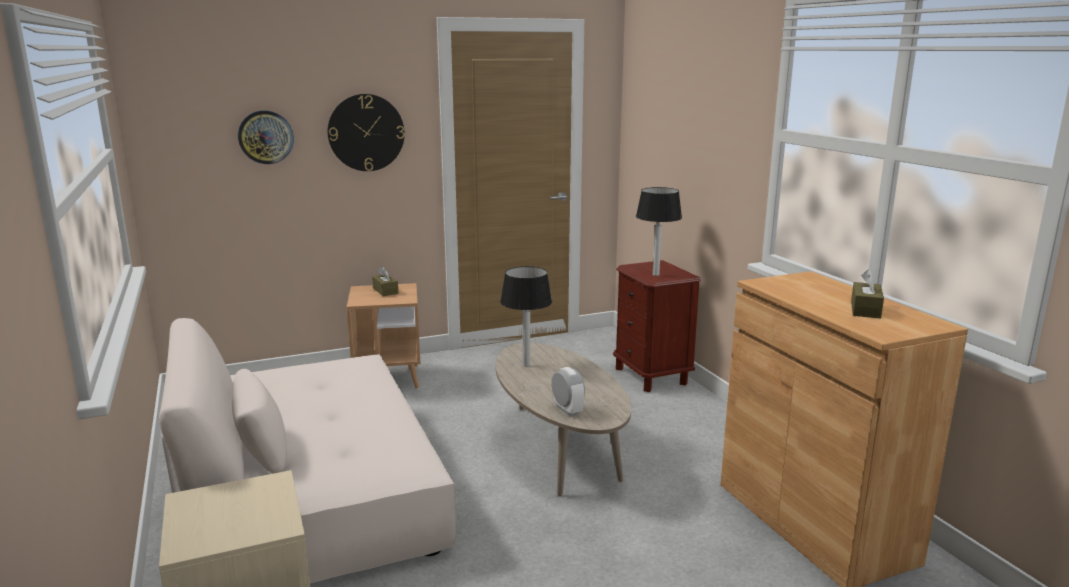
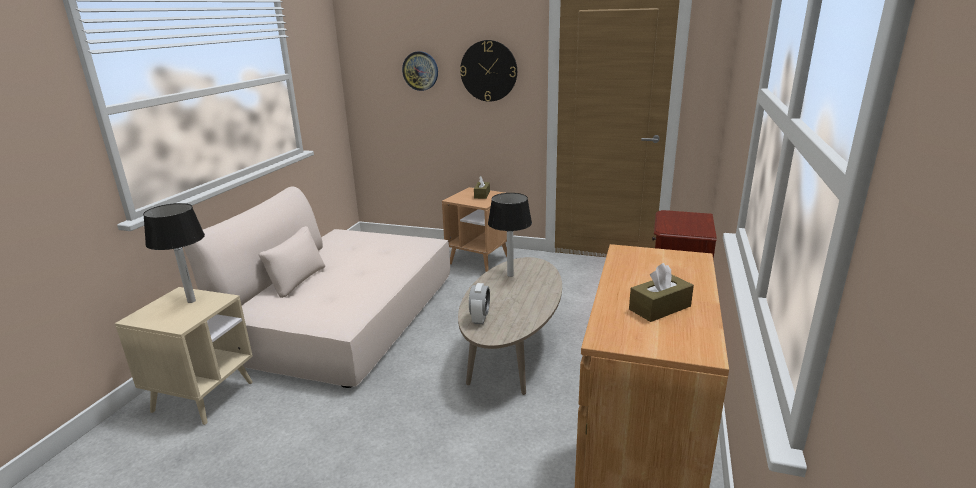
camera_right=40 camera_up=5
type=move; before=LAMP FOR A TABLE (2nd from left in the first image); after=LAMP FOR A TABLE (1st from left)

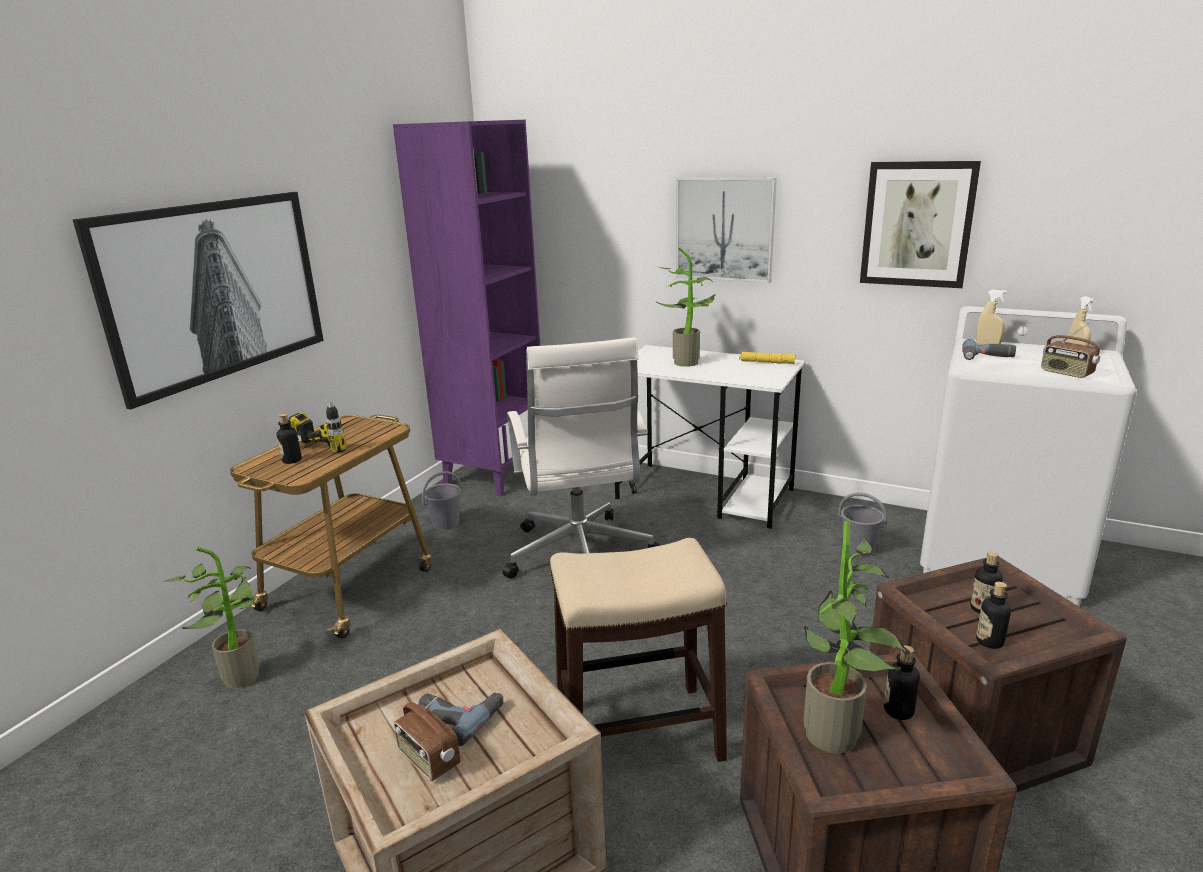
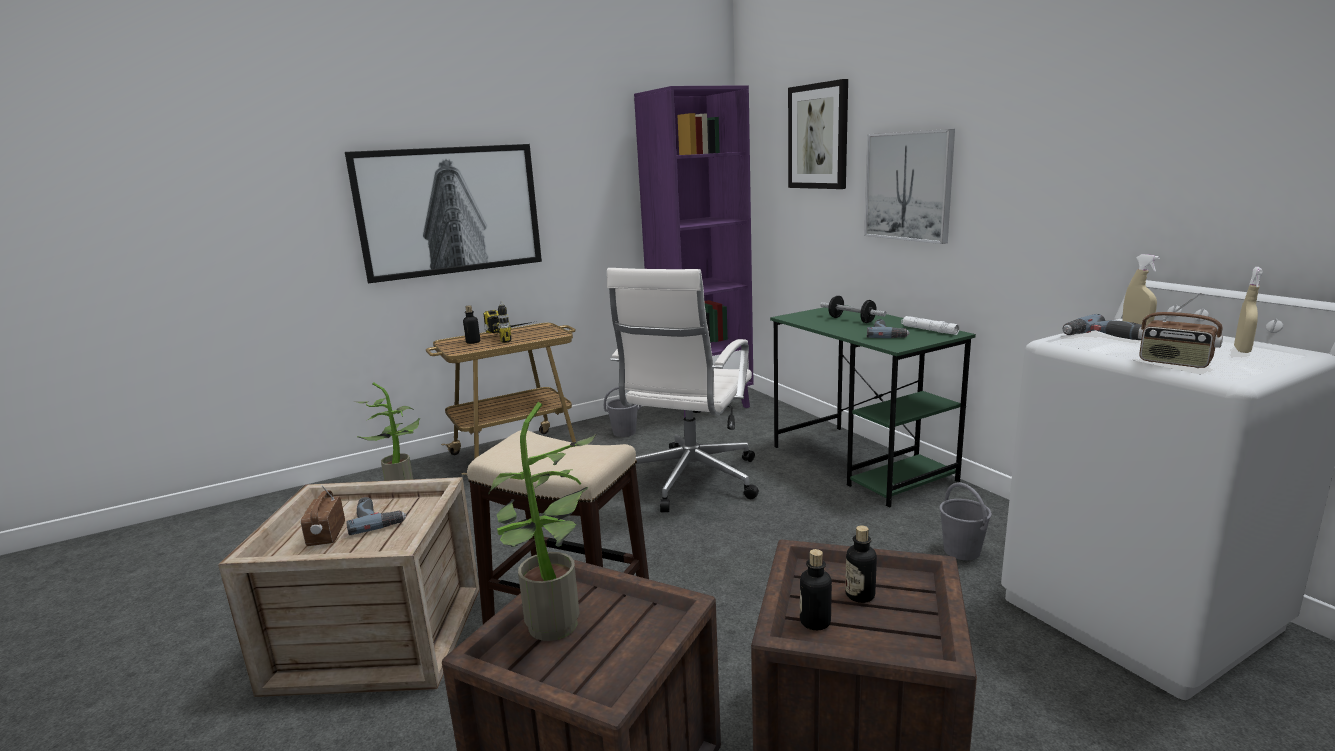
camera_right=35 camera_up=-5
type=recolor; before=WHITE-COLOURED DESK TABLE; after=GREENISH DESK TABLE
type=replace; before=POTTED PLANT (2nd from left); after=HAND WEIGHT
type=recolor; before=YELLOW-COLOURED TORCH; after=WHITE-COLOURED TORCH
type=move; before=PICTURE (3rd from left in the first image); after=PICTURE (2nd from left)
type=delete; before=BEVERAGE BOTTLE (2nd from left)
type=rotate; before=RADIO RECEIVER (2nd from left); turn=-45
type=insert; after=POWER DRILL (3rd from left)

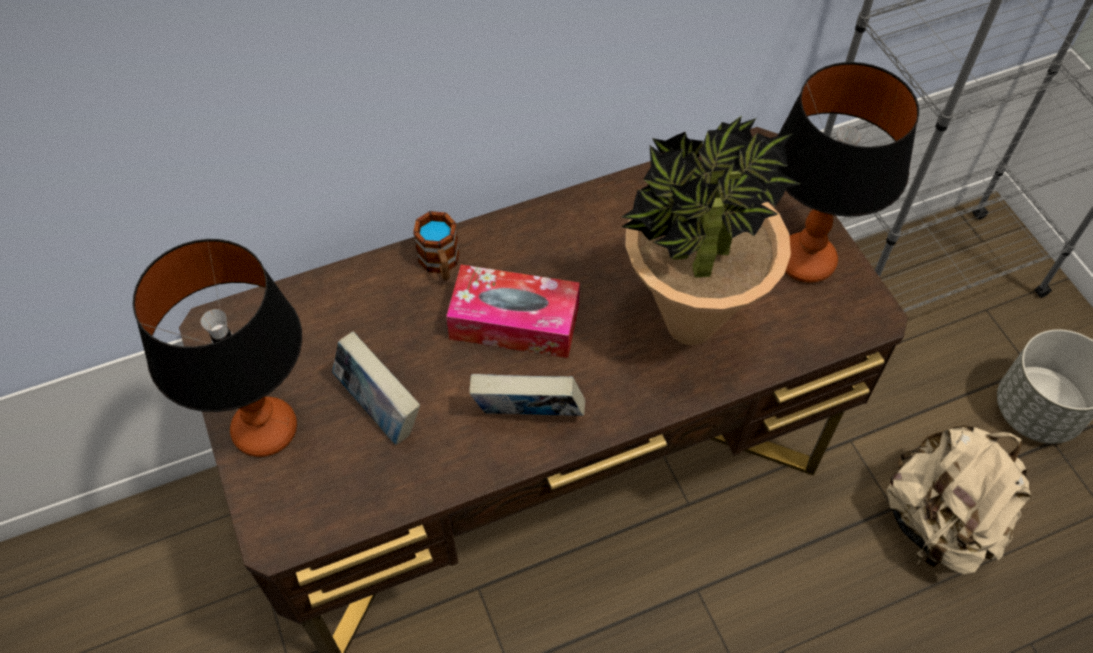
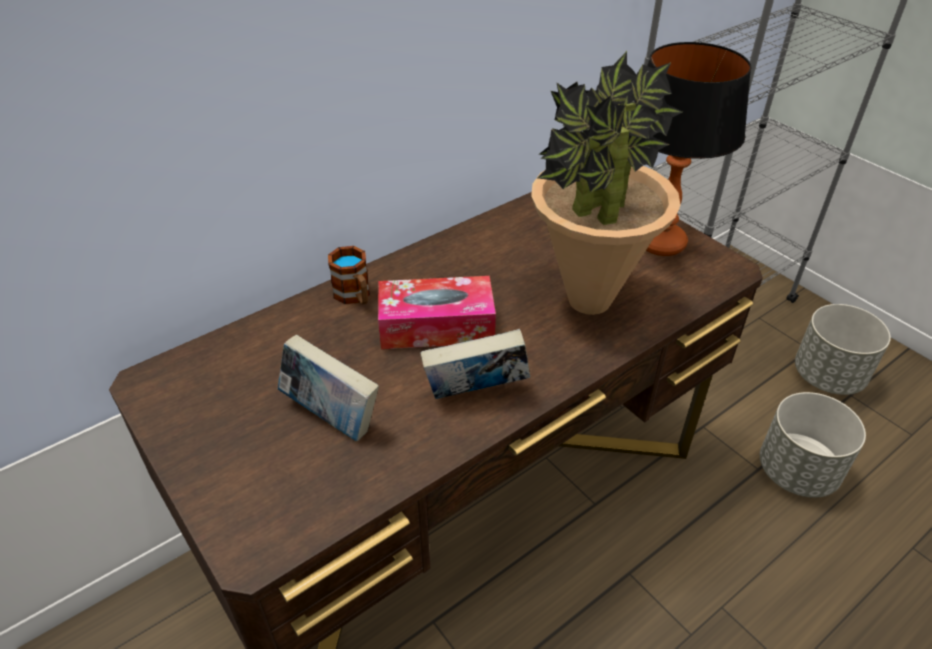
camera_right=-15 camera_up=-15
type=delete; before=LAMP FOR A TABLE (1st from left)
type=replace; before=BEIGE-COLOURED RUCKSACK; after=GREYISH PLANTER (1st from left)

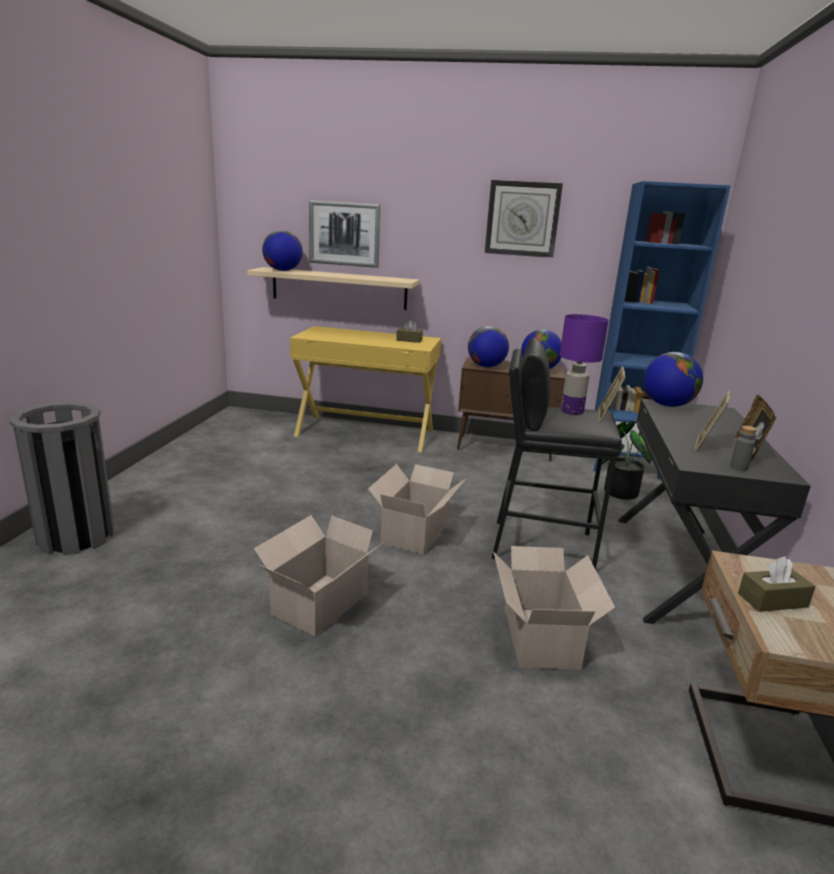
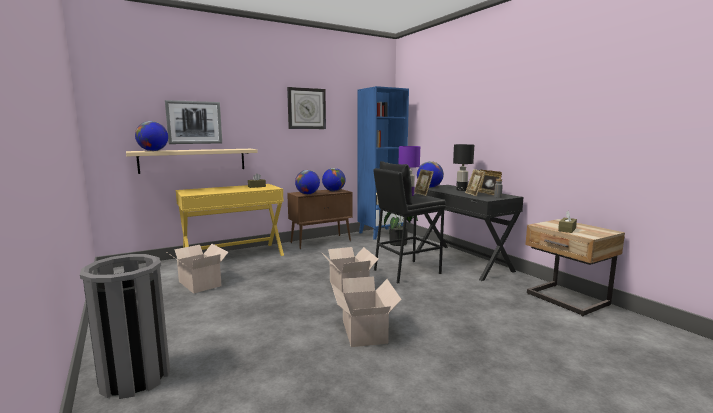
camera_right=-40 camera_up=-10
type=move; before=CARTON (3rd from left in the first image); after=CARTON (1st from left)
type=insert; after=BLACKISH LAMP FOR A TABLE

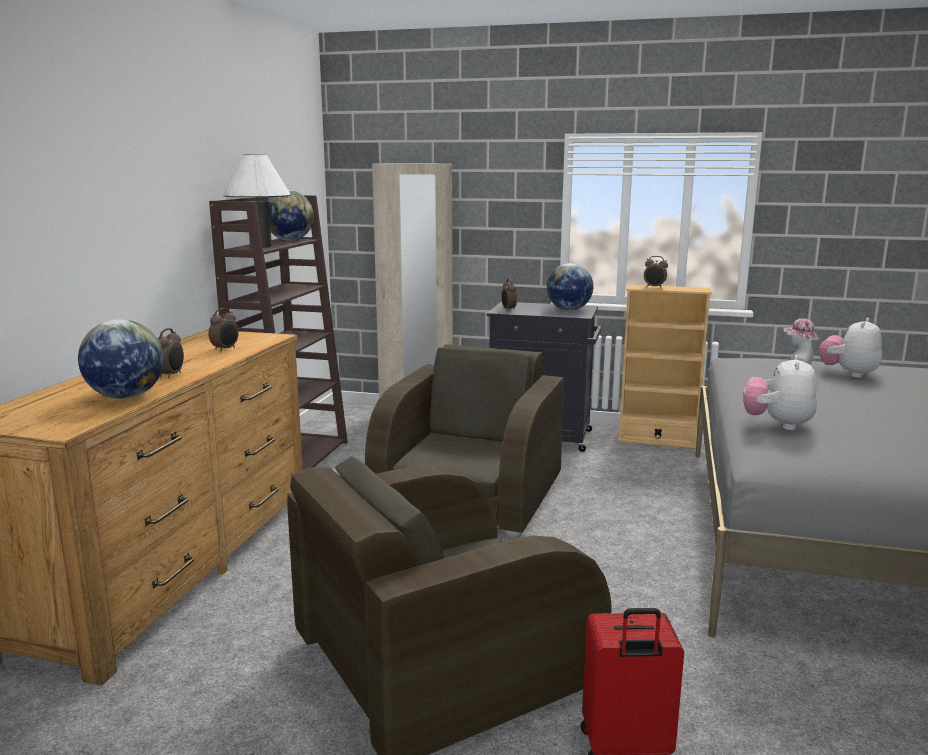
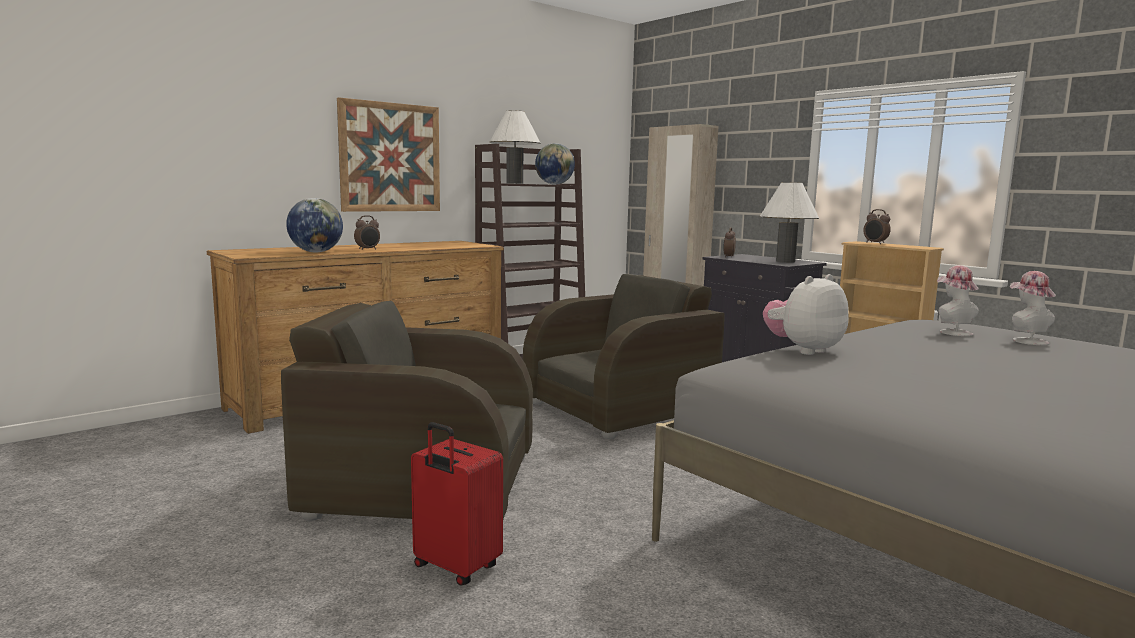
camera_right=35 camera_up=-5
type=delete; before=TABLE CLOCK (2nd from left)
type=replace; before=WORLD GLOBE (3rd from left); after=WHITE-COLOURED LAMP FOR A TABLE (2nd from left)
type=replace; before=PLUSH TOY (2nd from left); after=CLOTHING HAT (2nd from left)
type=insert; after=PICTURE

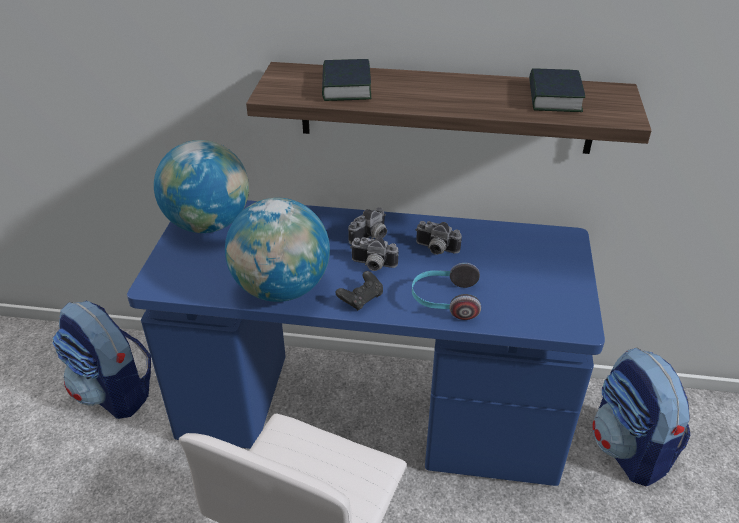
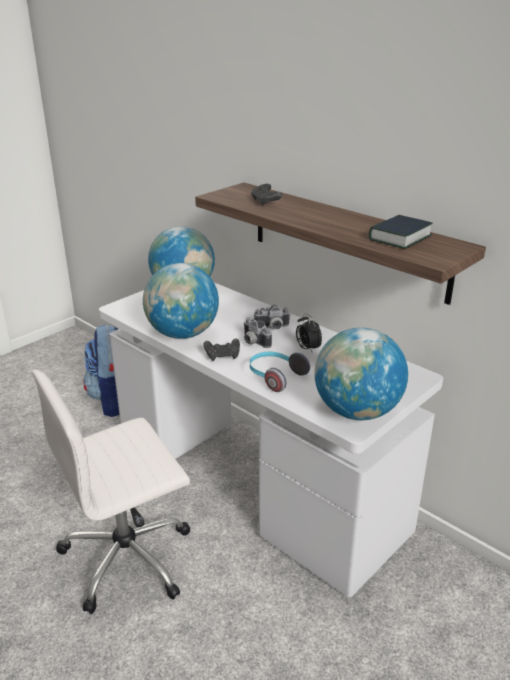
camera_right=35 camera_up=-10
type=recolor; before=BLUISH DESK TABLE; after=WHITE-COLOURED DESK TABLE
type=replace; before=VOLUME (1st from left); after=BLACKISH GAME CONTROLLER (2nd from left)
type=replace; before=PHOTO CAMERA (3rd from left); after=TABLE CLOCK
type=delete; before=RUCKSACK (2nd from left)
type=insert; after=WORLD GLOBE (3rd from left)

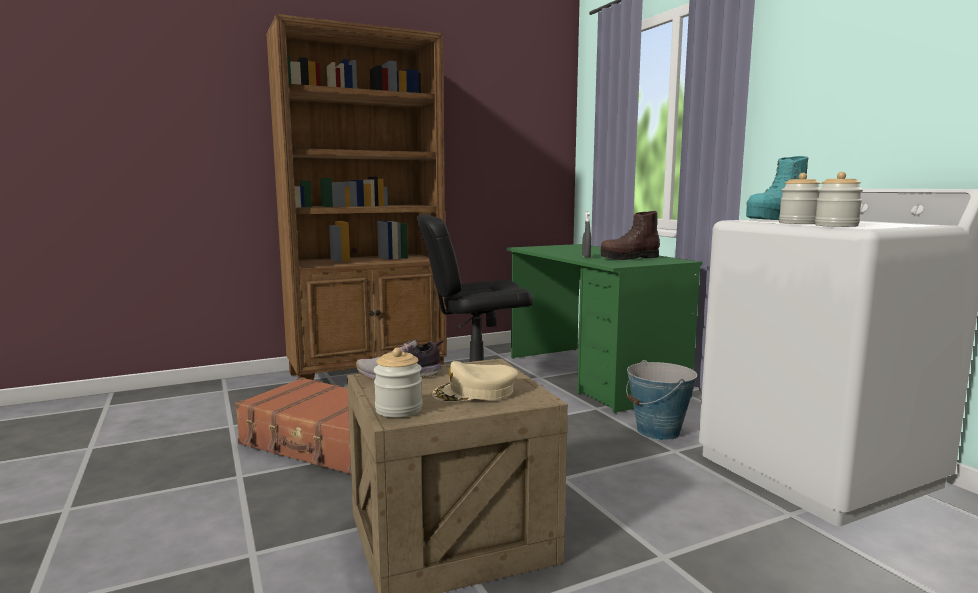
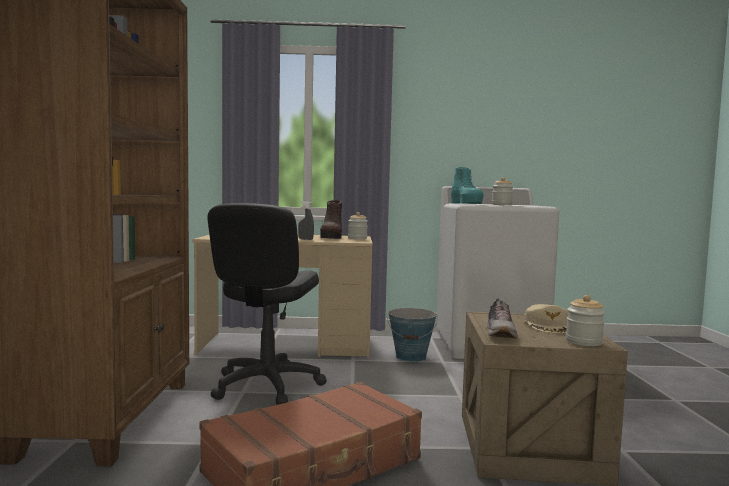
camera_right=-65 camera_up=-5
type=recolor; before=GREENISH DESK TABLE; after=BEIGE-COLOURED DESK TABLE
type=move; before=STORAGE JAR (3rd from left in the first image); after=STORAGE JAR (1st from left)

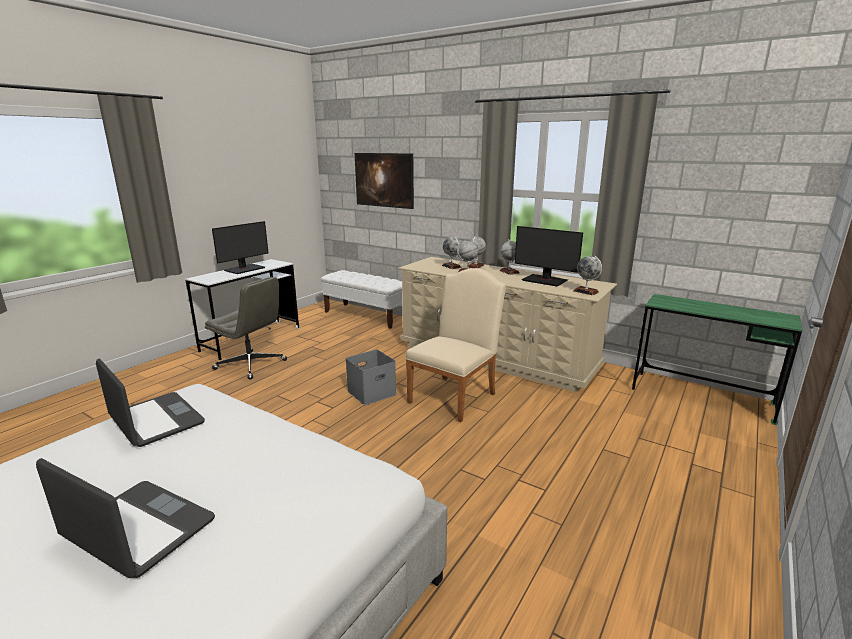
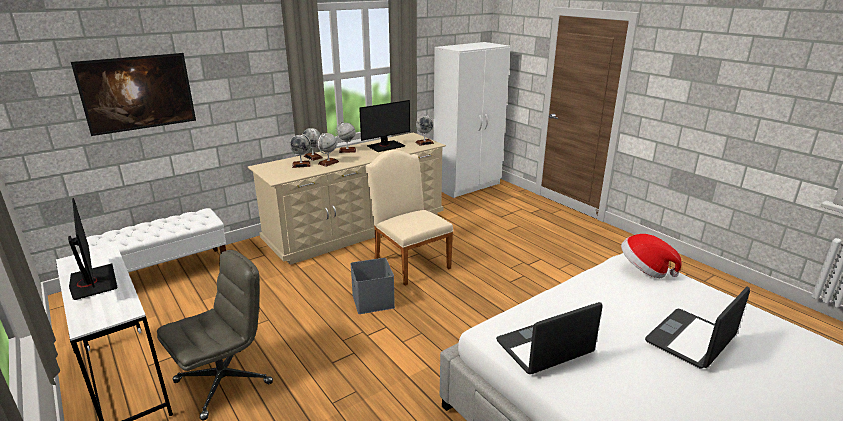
camera_right=-70 camera_up=5
type=replace; before=GREENISH DESK TABLE; after=WHITE-COLOURED WARDROBE
type=insert; after=CLOTHING HAT

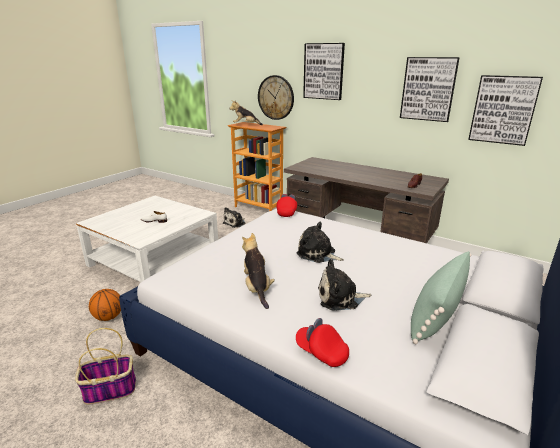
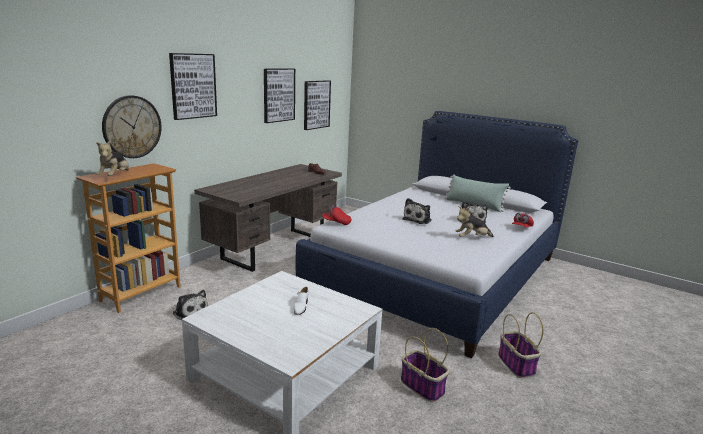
camera_right=-90 camera_up=-5
type=replace; before=BALL FOR BASKETBALL; after=STORAGE BASKET (1st from left)

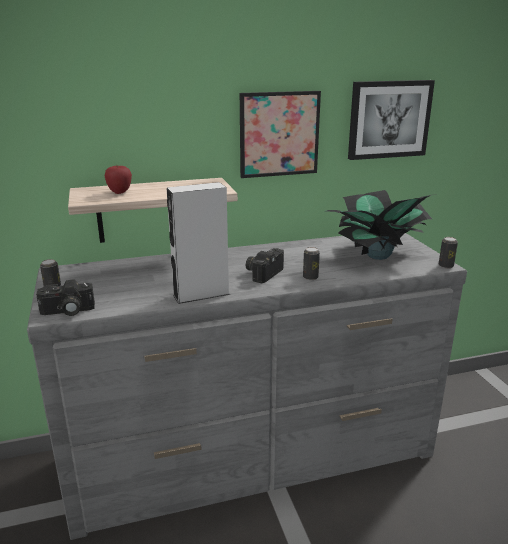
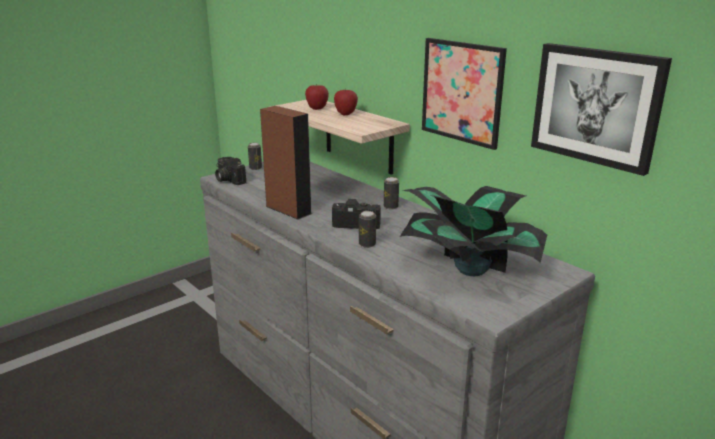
camera_right=65 camera_up=0
type=recolor; before=GREYISH LOUDSPEAKER; after=BROWN-COLOURED LOUDSPEAKER
type=move; before=METAL CAN (3rd from left)
type=insert; after=WHOLE APPLE (2nd from left)

